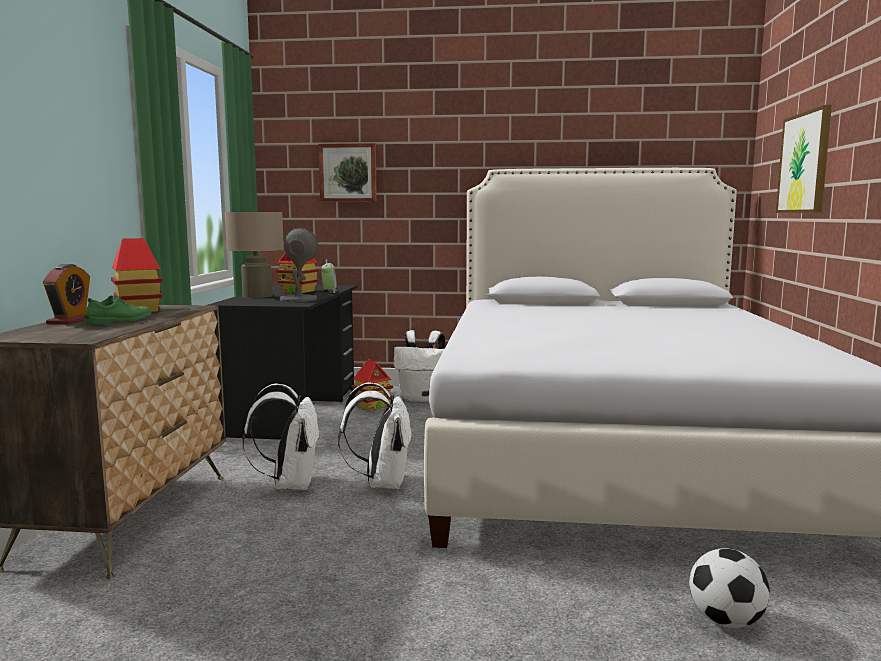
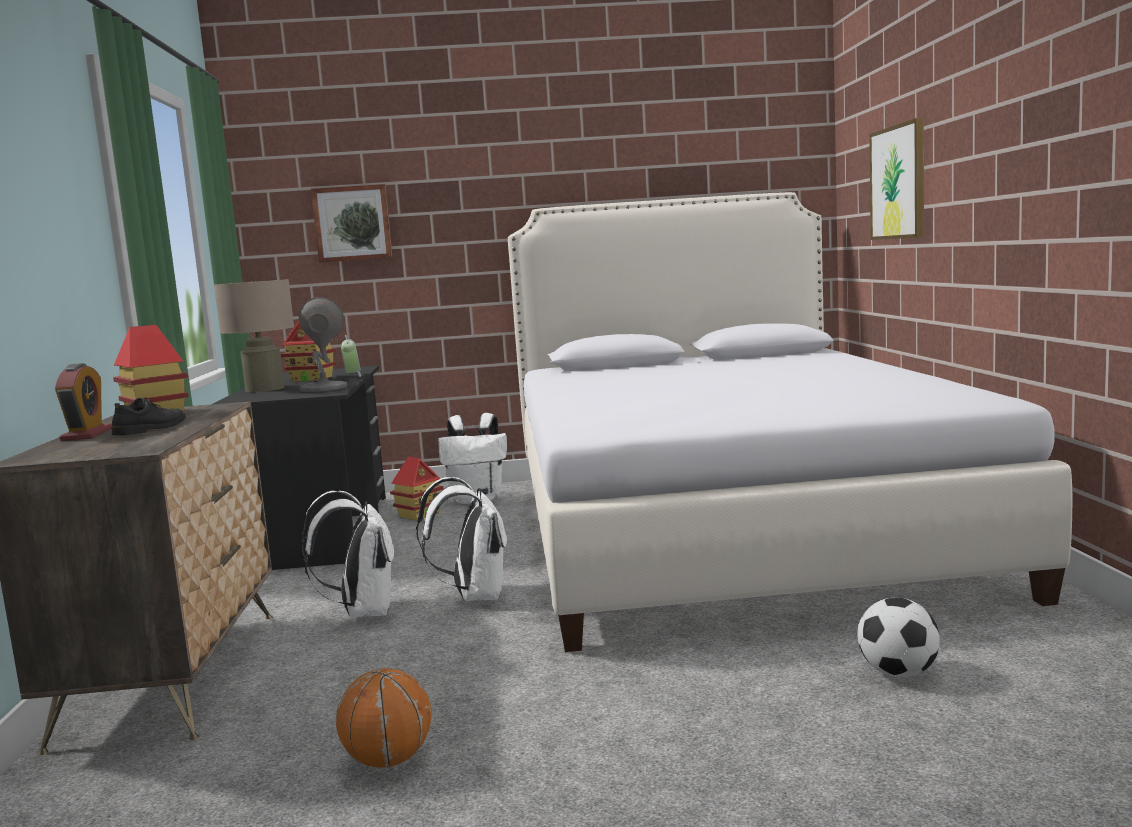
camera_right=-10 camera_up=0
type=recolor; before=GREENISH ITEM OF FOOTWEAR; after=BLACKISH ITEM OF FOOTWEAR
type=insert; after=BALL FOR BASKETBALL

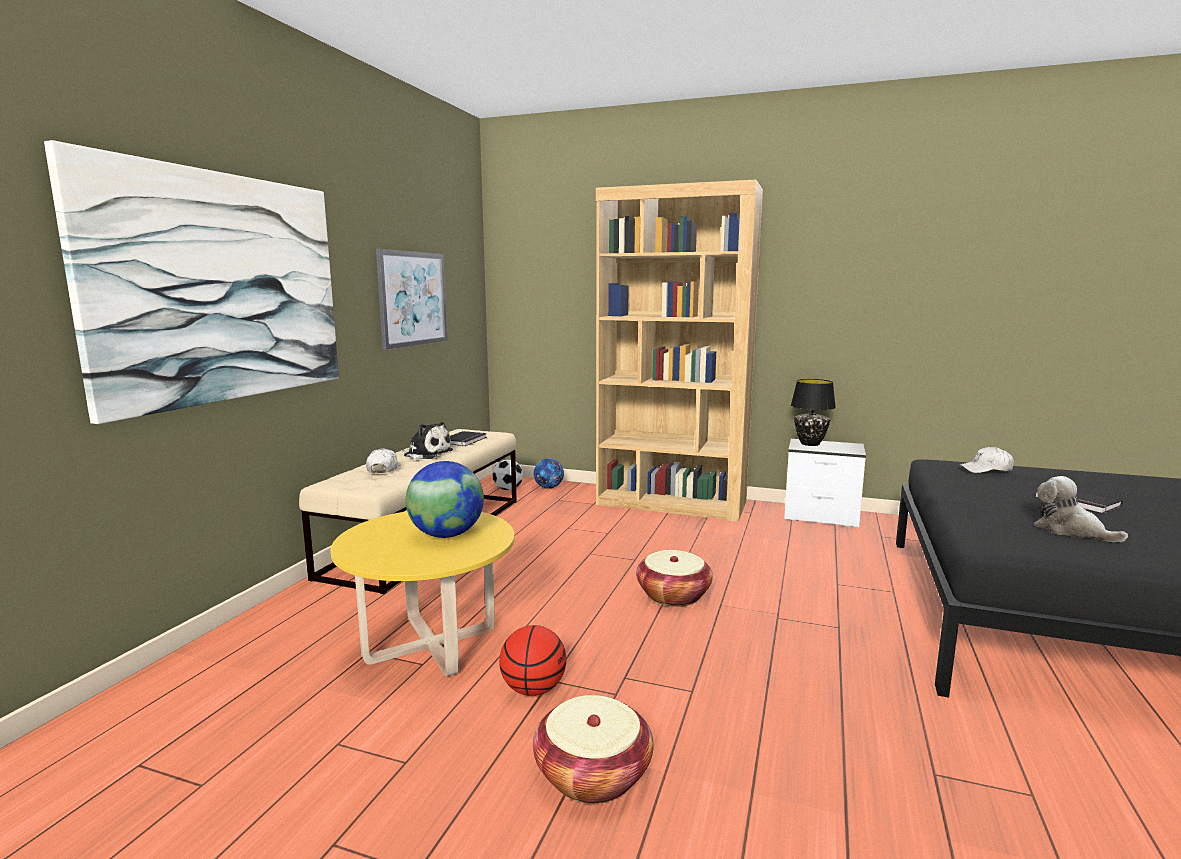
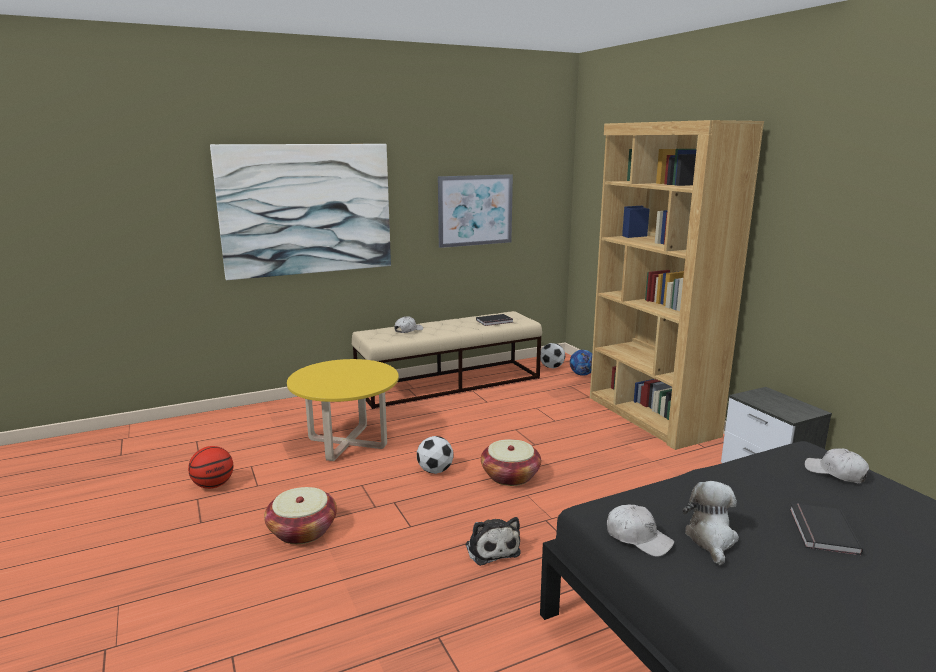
camera_right=45 camera_up=5
type=move; before=PLUSH TOY (1st from left)
type=delete; before=WORLD GLOBE
type=move; before=BALL FOR BASKETBALL
type=delete; before=BLACKISH LAMP FOR A TABLE
type=insert; after=FOOTBALL (1st from left)
type=insert; after=WHITE-COLOURED PEAKED CAP (2nd from left)

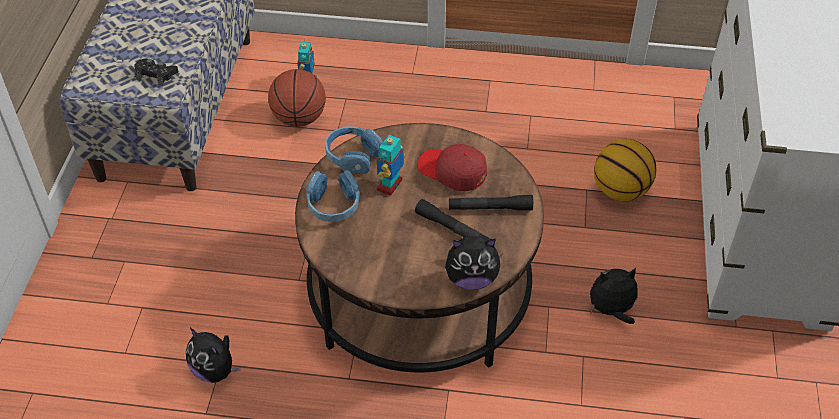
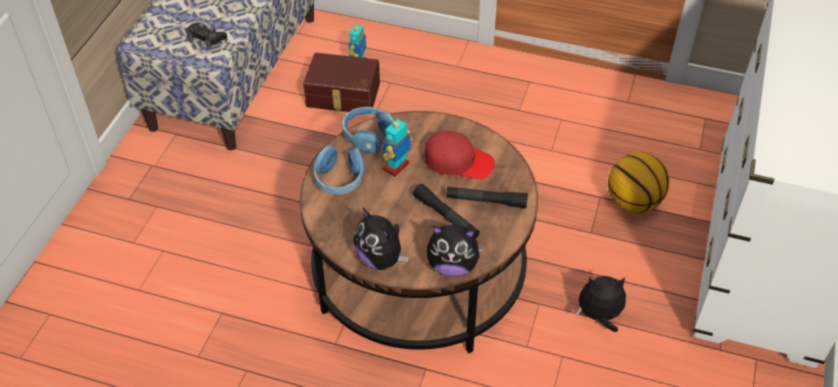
camera_right=10 camera_up=0
type=move; before=PLUSH TOY (1st from left)
type=replace; before=BALL FOR BASKETBALL (1st from left); after=BROWN-COLOURED STORAGE CONTAINER
type=rotate; before=RED PEAKED CAP; turn=150

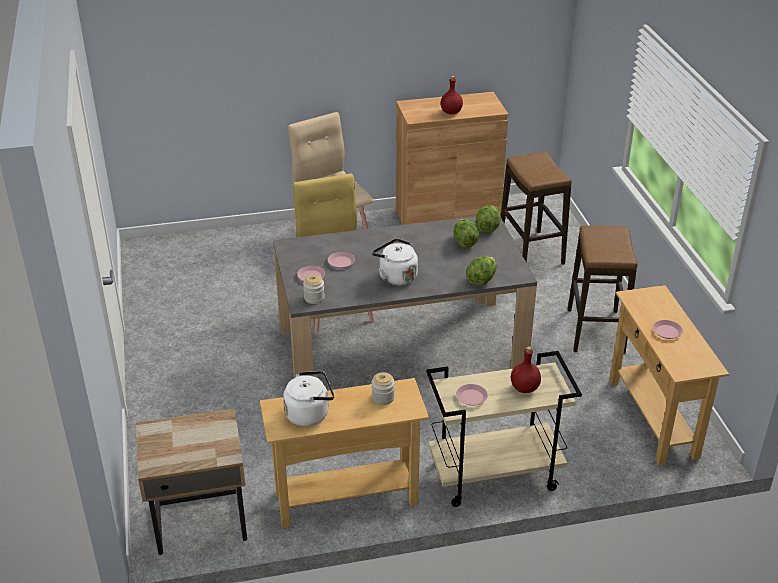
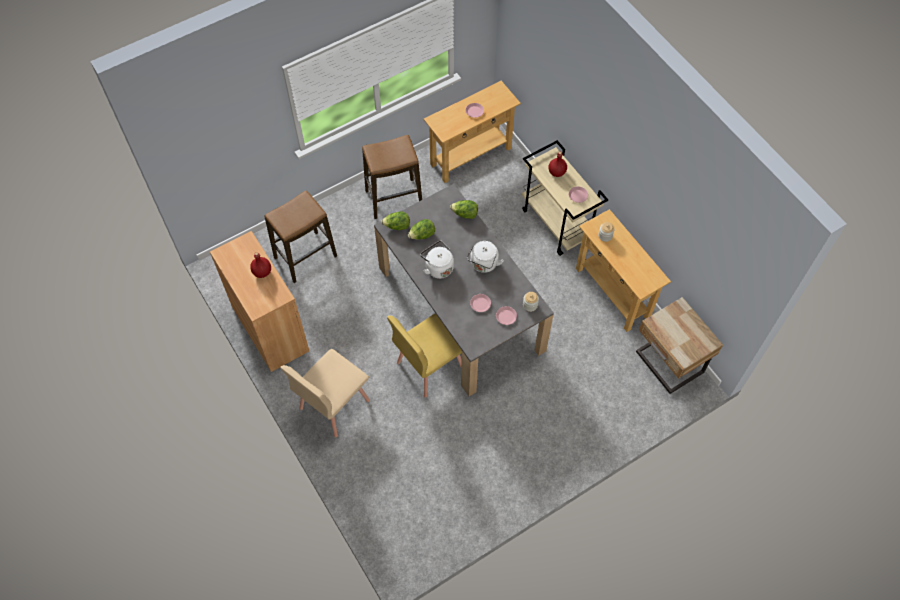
camera_right=-110 camera_up=25
type=move; before=WHITE-COLOURED TEA KETTLE (1st from left)

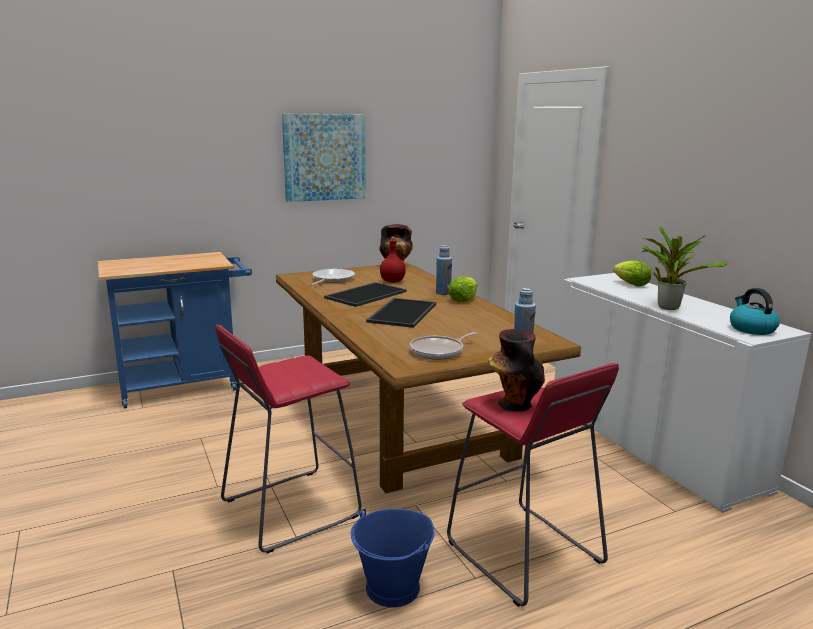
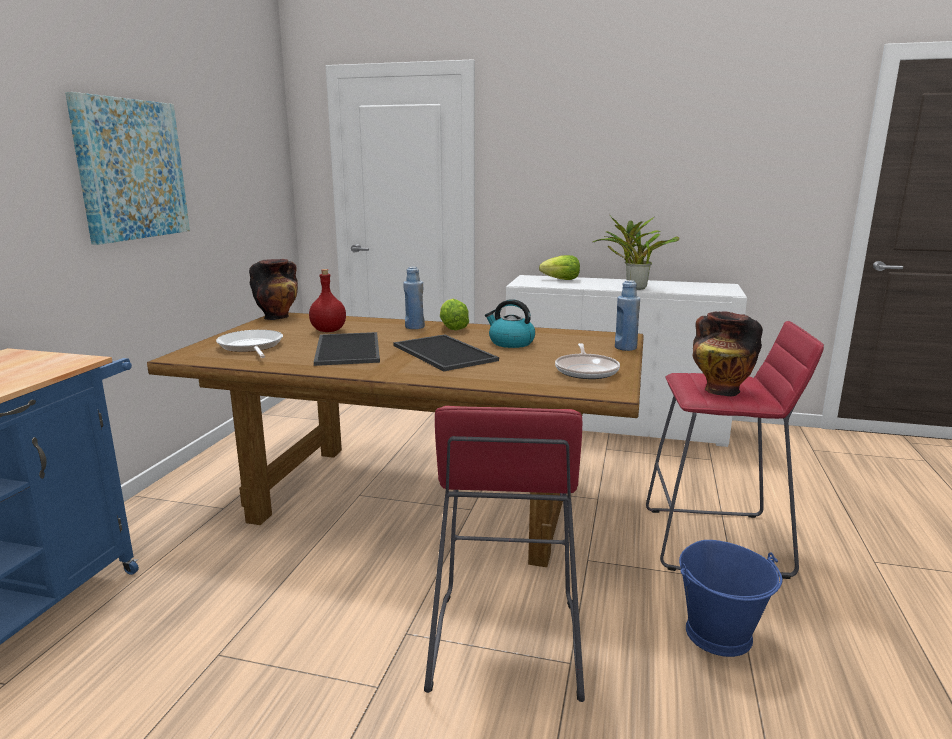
camera_right=-50 camera_up=0
type=move; before=TEA KETTLE

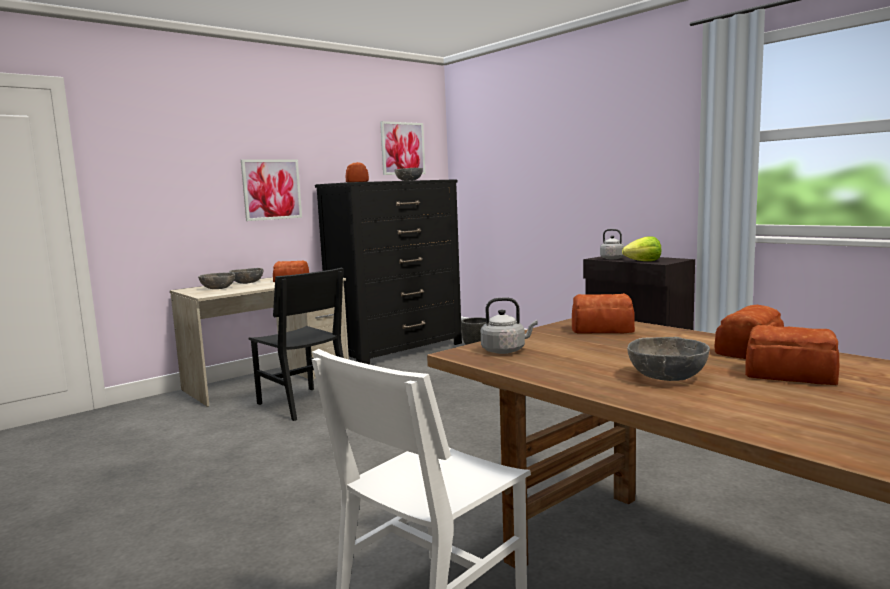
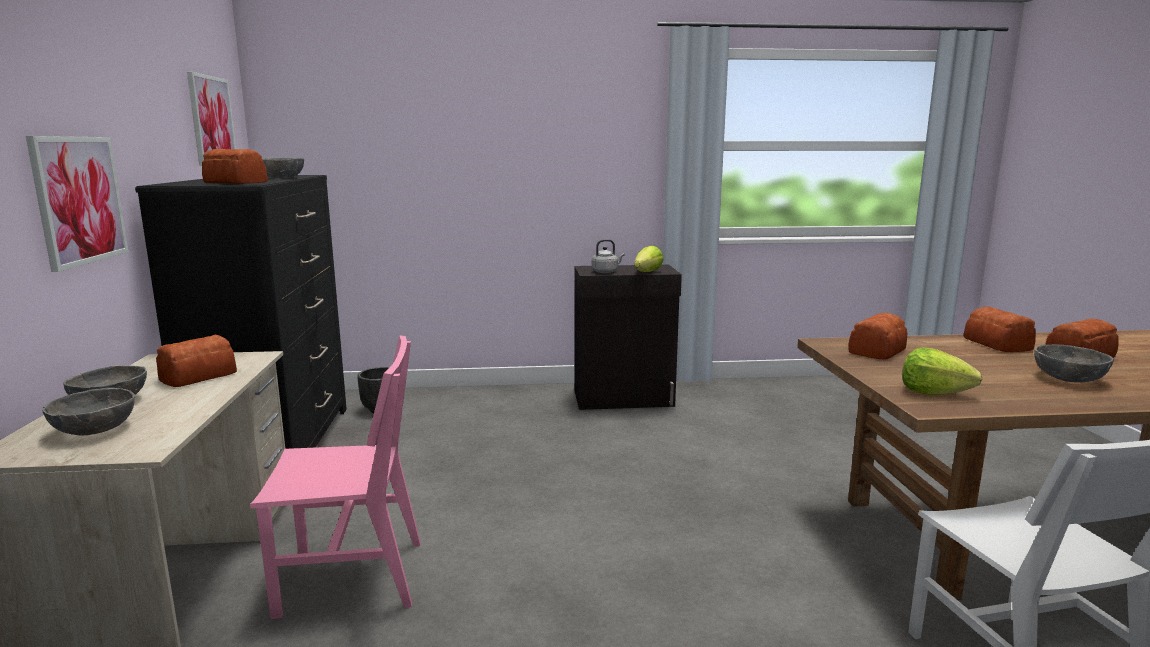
camera_right=-55 camera_up=5
type=recolor; before=BLACKISH PLAIN CHAIR; after=PINK-COLOURED PLAIN CHAIR
type=replace; before=GREYISH TEA KETTLE (1st from left); after=LETTUCE (2nd from left)

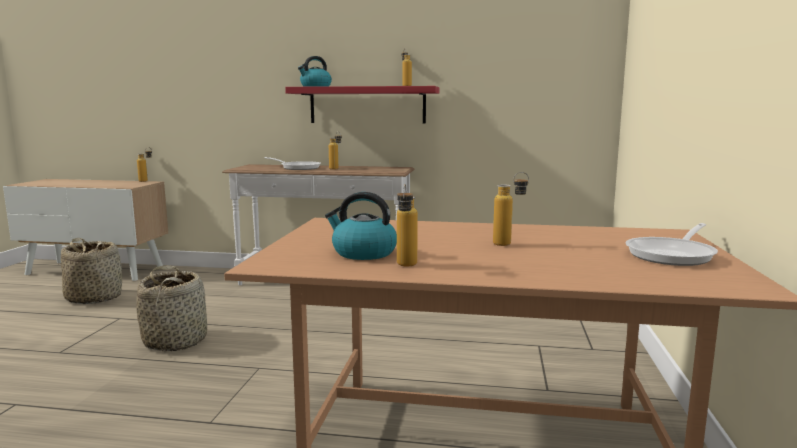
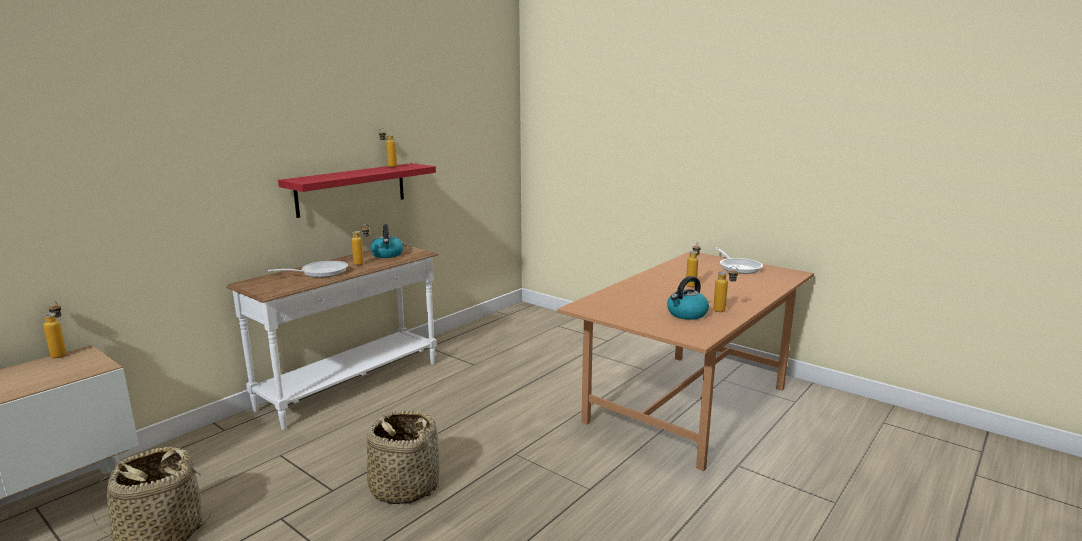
camera_right=-60 camera_up=5
type=move; before=TEA KETTLE (1st from left)

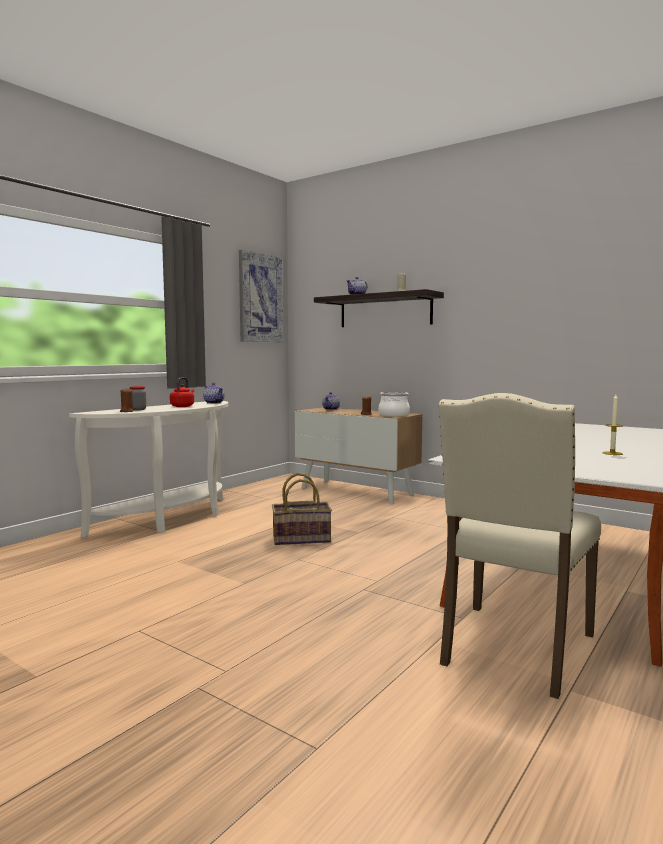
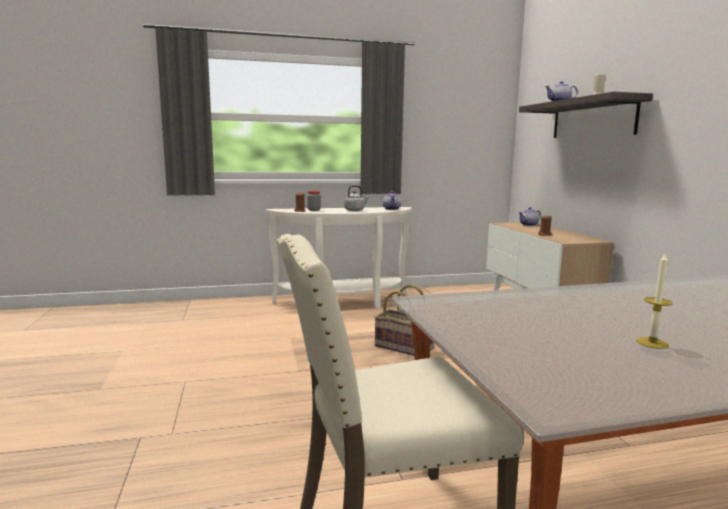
camera_right=40 camera_up=5
type=recolor; before=RED TEA KETTLE; after=GREYISH TEA KETTLE
type=delete; before=PICTURE
type=delete; before=COOKING POT

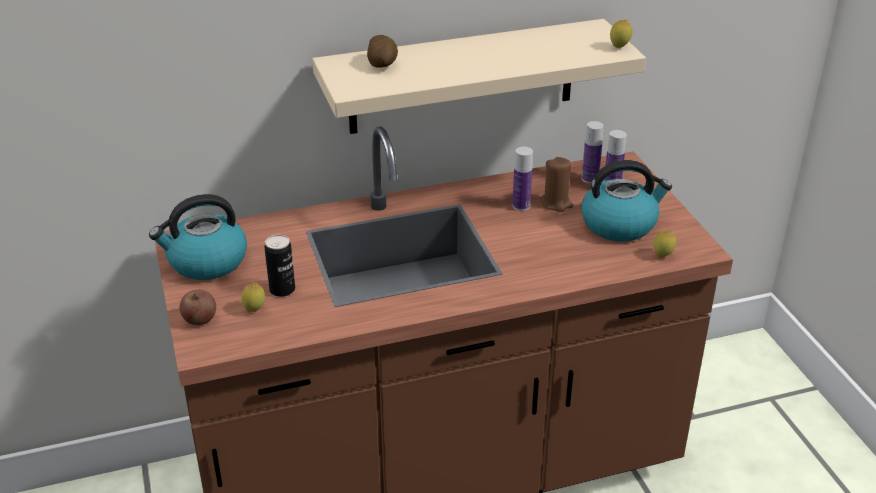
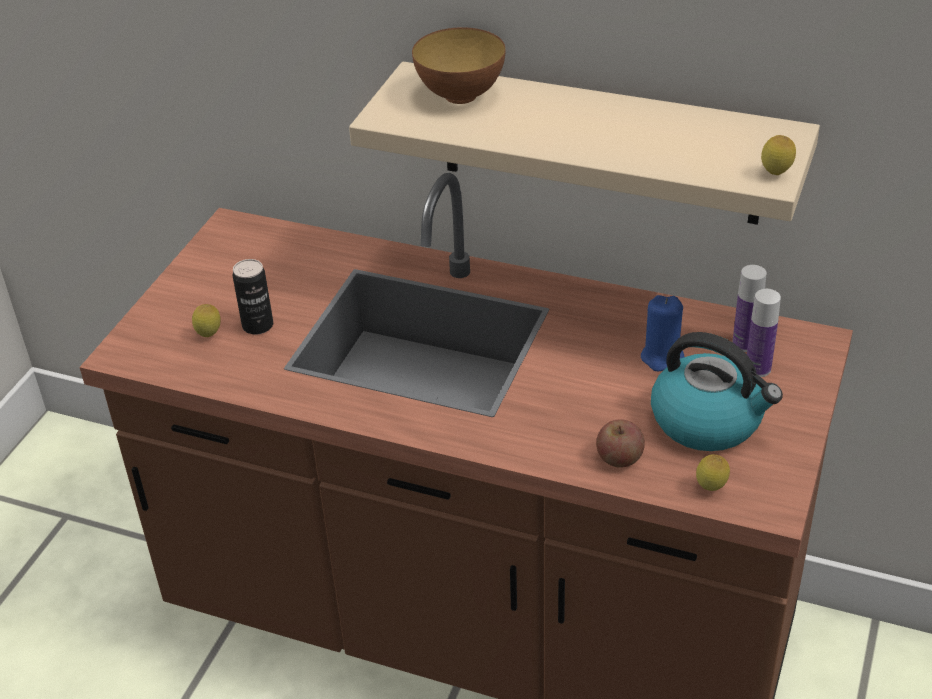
camera_right=40 camera_up=5
type=delete; before=TEA KETTLE (1st from left)
type=move; before=WHOLE APPLE
type=replace; before=SPUD; after=DEEP DISH
type=delete; before=BEVERAGE BOTTLE (1st from left)
type=recolor; before=BROWN-COLOURED WAX CANDLE; after=BLUISH WAX CANDLE

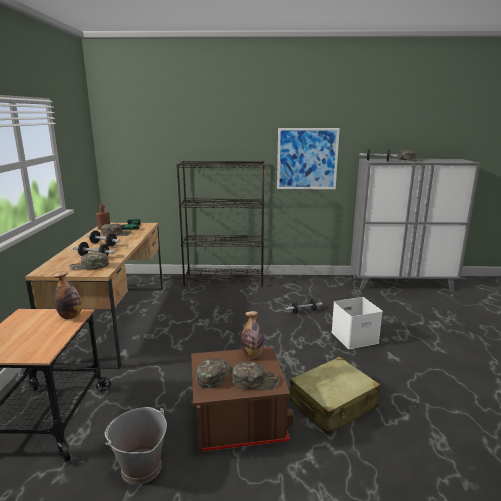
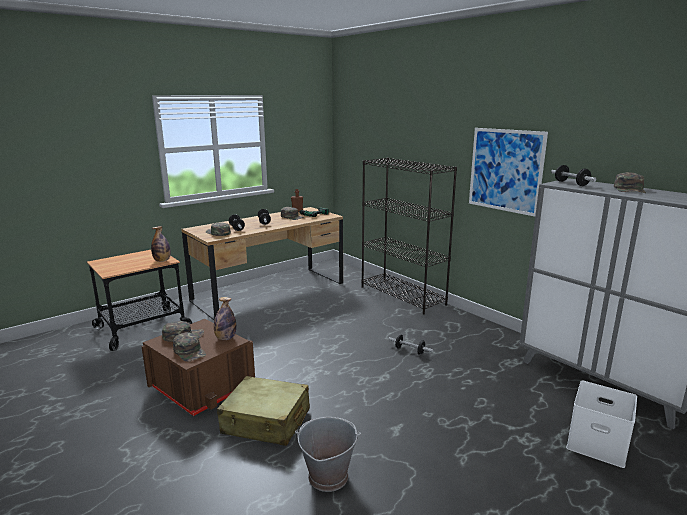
camera_right=50 camera_up=0
type=move; before=GREYISH WATER BUCKET
type=move; before=WHITE-COLOURED STORAGE CONTAINER

